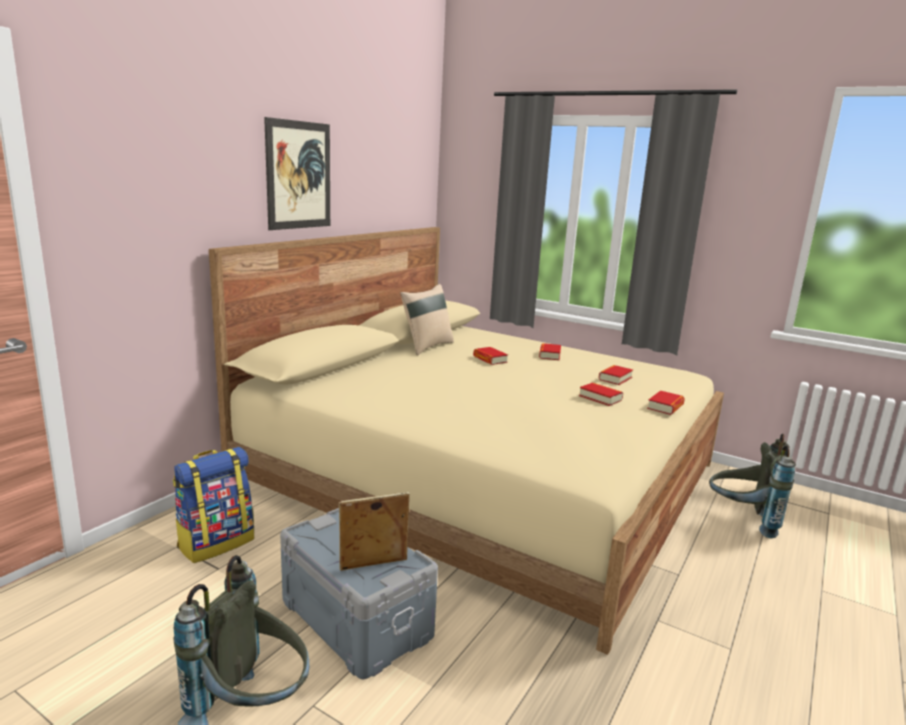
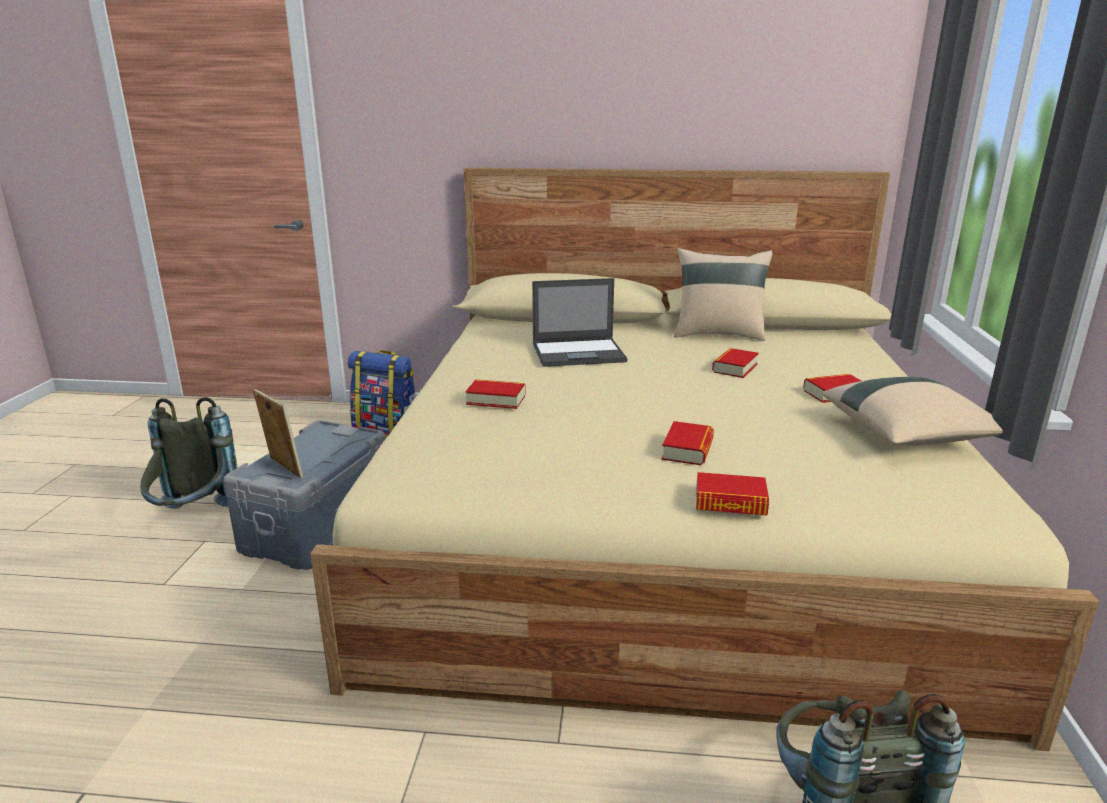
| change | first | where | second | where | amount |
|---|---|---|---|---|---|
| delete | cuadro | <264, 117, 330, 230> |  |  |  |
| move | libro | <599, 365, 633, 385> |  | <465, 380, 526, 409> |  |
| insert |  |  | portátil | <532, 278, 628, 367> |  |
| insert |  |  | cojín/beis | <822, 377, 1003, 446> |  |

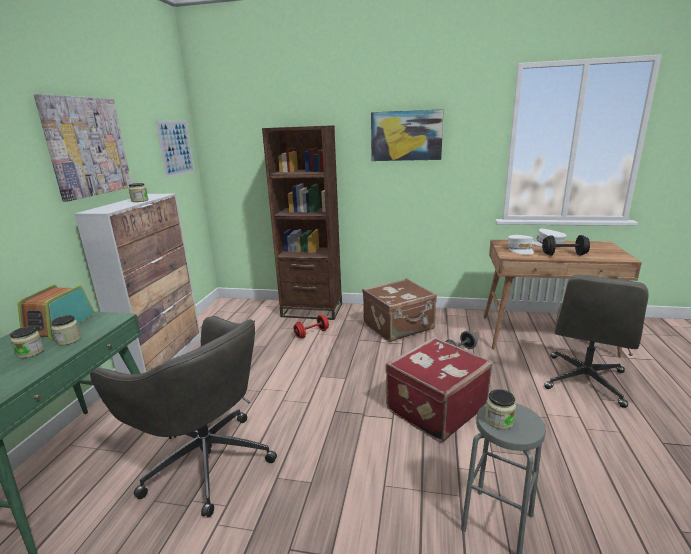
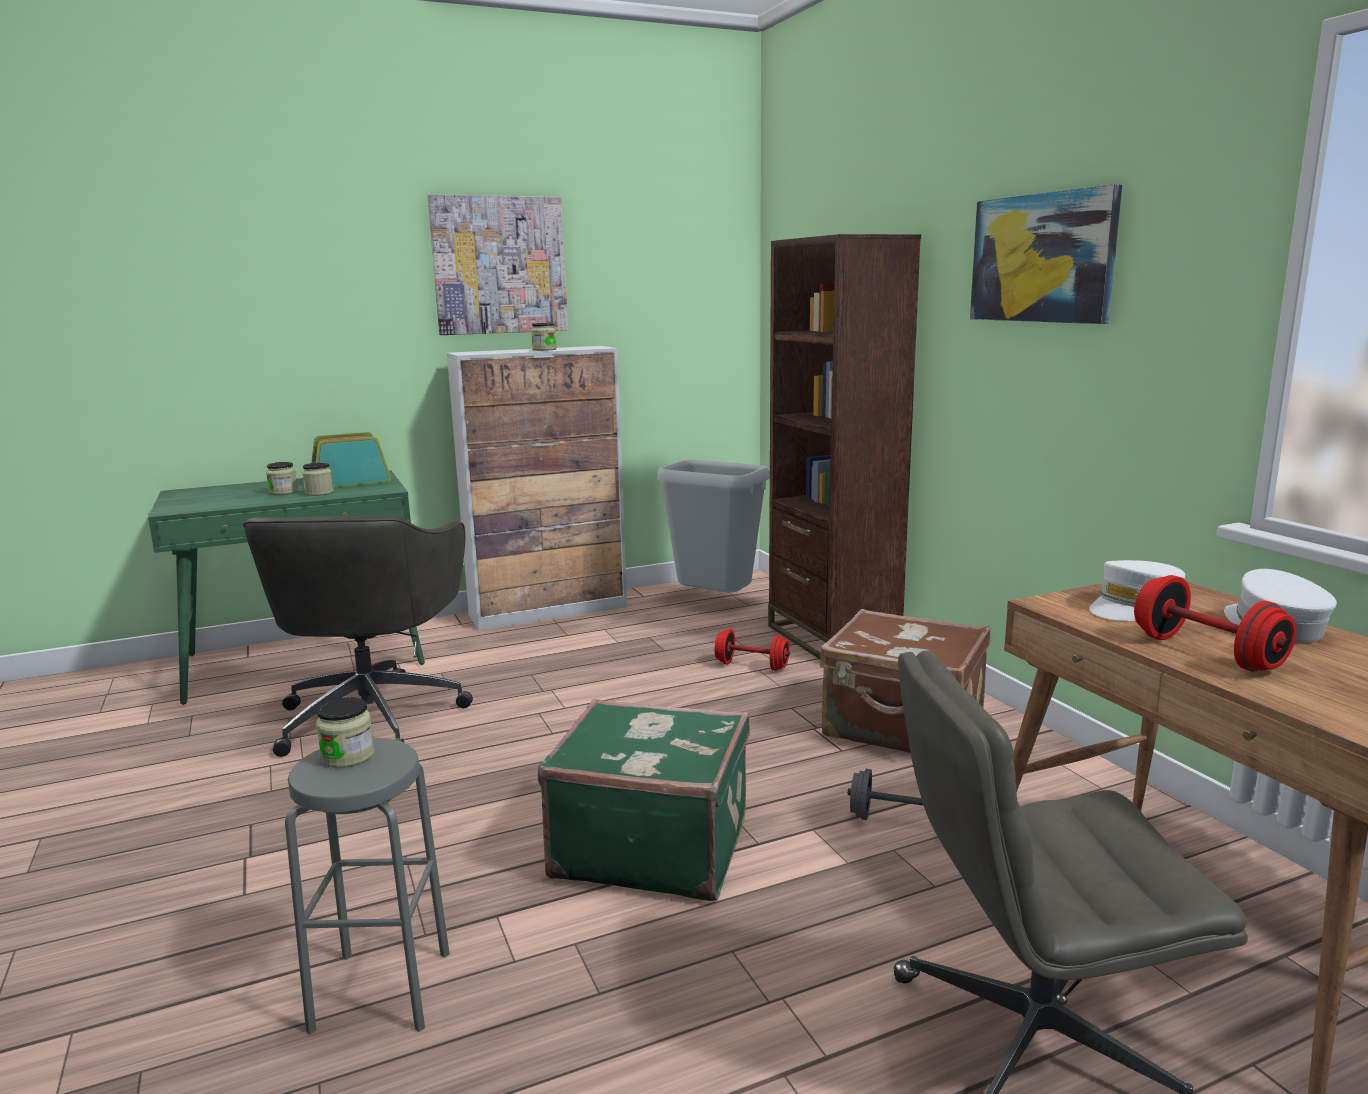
| change | first | where | second | where | amount |
|---|---|---|---|---|---|
| delete | cuadro | <156, 120, 194, 178> |  |  |  |
| recolor | mancuerna/negro | <542, 235, 590, 255> | mancuerna/rojo | <1134, 575, 1296, 672> |  |
| recolor | maleta/rojo | <385, 337, 493, 443> | maleta/verde | <538, 699, 750, 901> |  |
| insert |  |  | papelera/gris | <657, 460, 770, 593> |  |

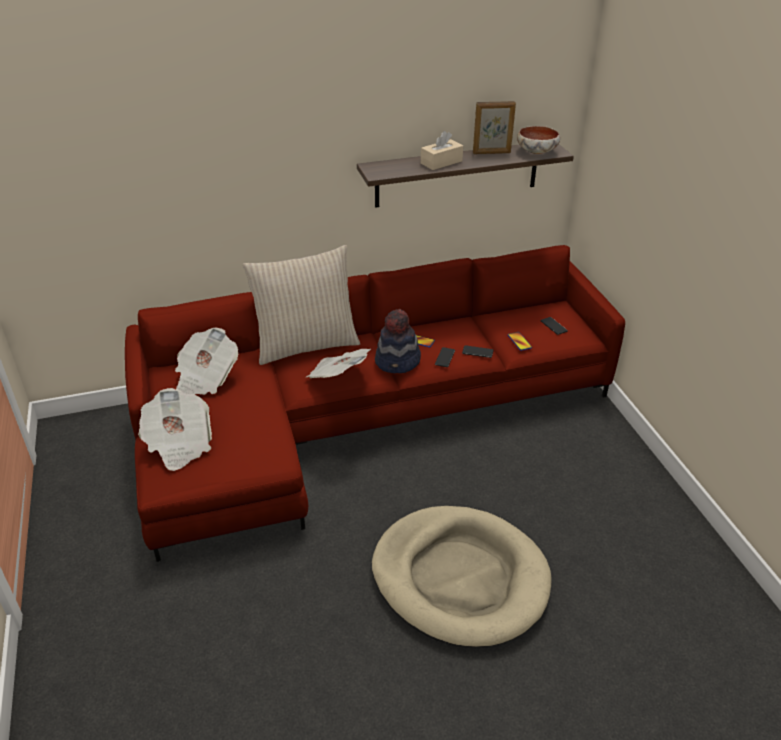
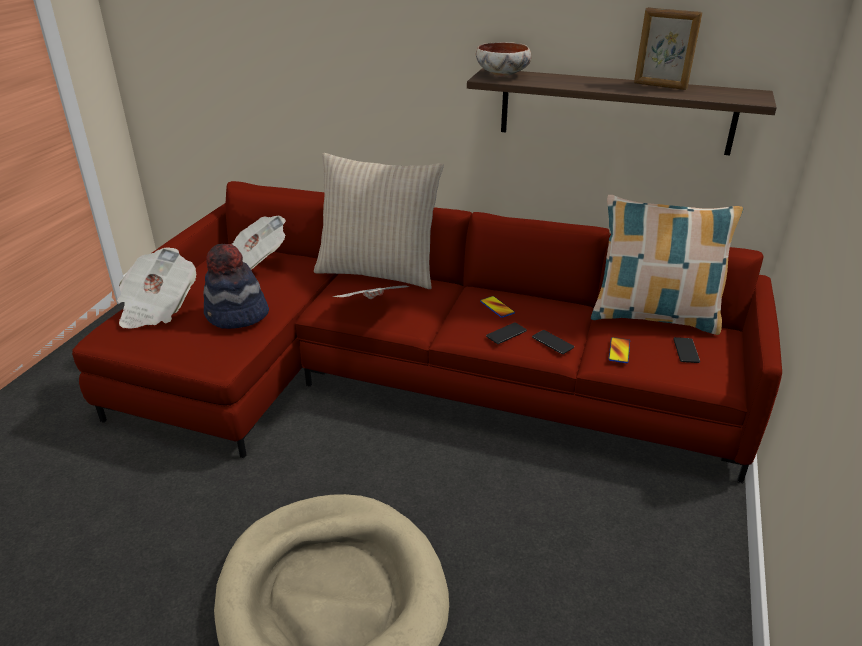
| change | first | where | second | where | amount |
|---|---|---|---|---|---|
| move | cuenco | <517, 126, 560, 154> |  | <476, 42, 532, 77> |  |
| delete | caja de pañuelos/beis | <421, 131, 463, 170> |  |  |  |
| move | sombrero | <375, 309, 421, 373> |  | <203, 244, 269, 329> |  |
| insert |  |  | cojín | <591, 195, 743, 335> |  |

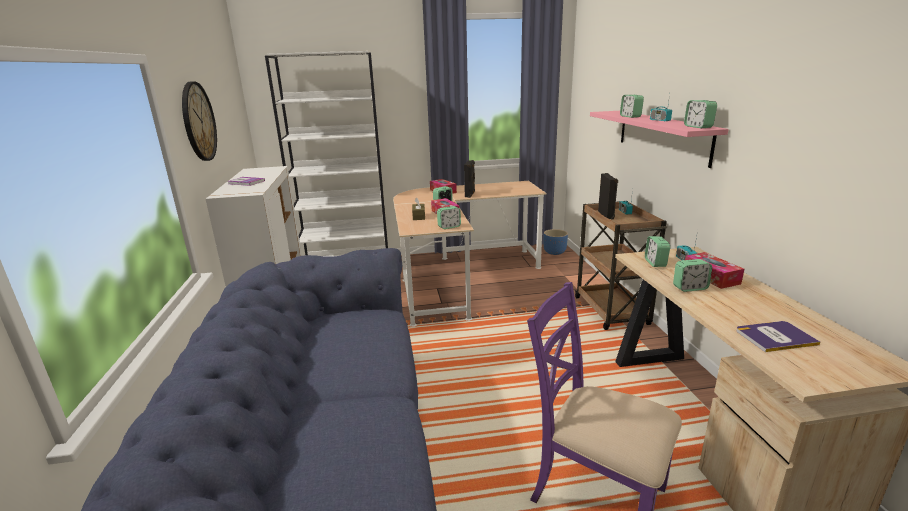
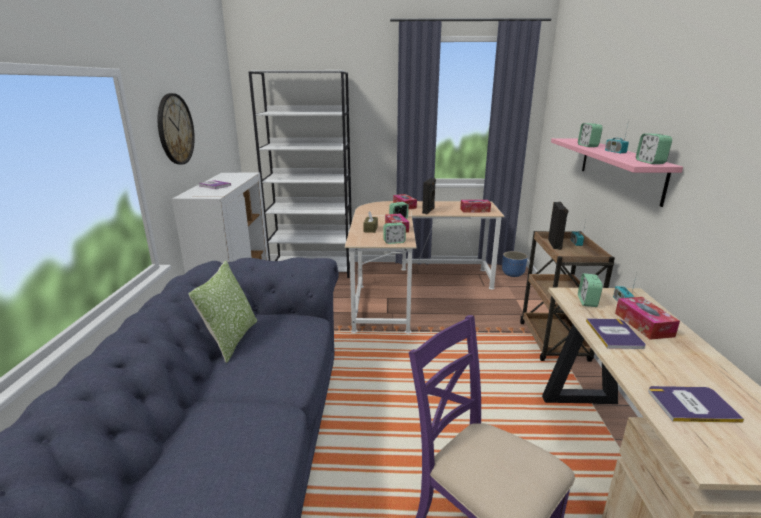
| change | first | where | second | where | amount |
|---|---|---|---|---|---|
| replace | despertador | <673, 259, 712, 292> | libro | <586, 318, 646, 349> |  |
| insert |  |  | caja de pañuelos | <460, 200, 491, 213> |  |
| insert |  |  | cojín | <189, 261, 257, 363> |  |

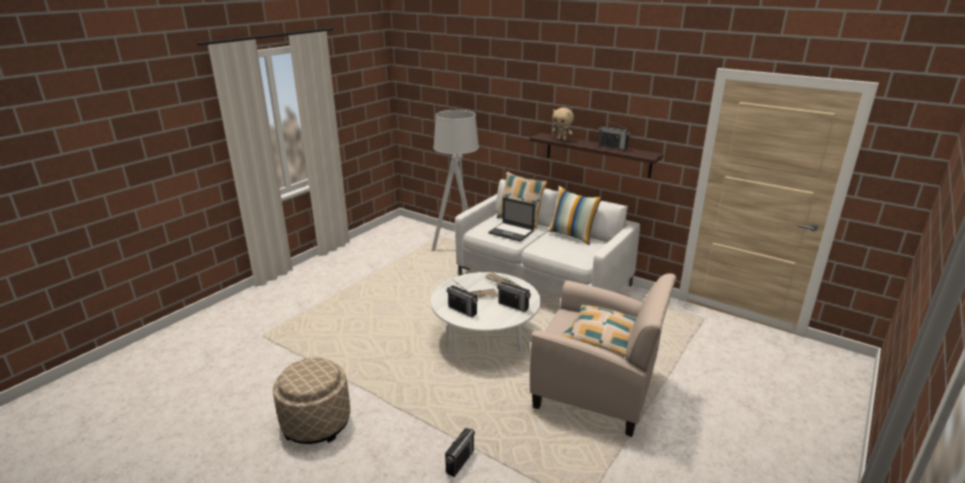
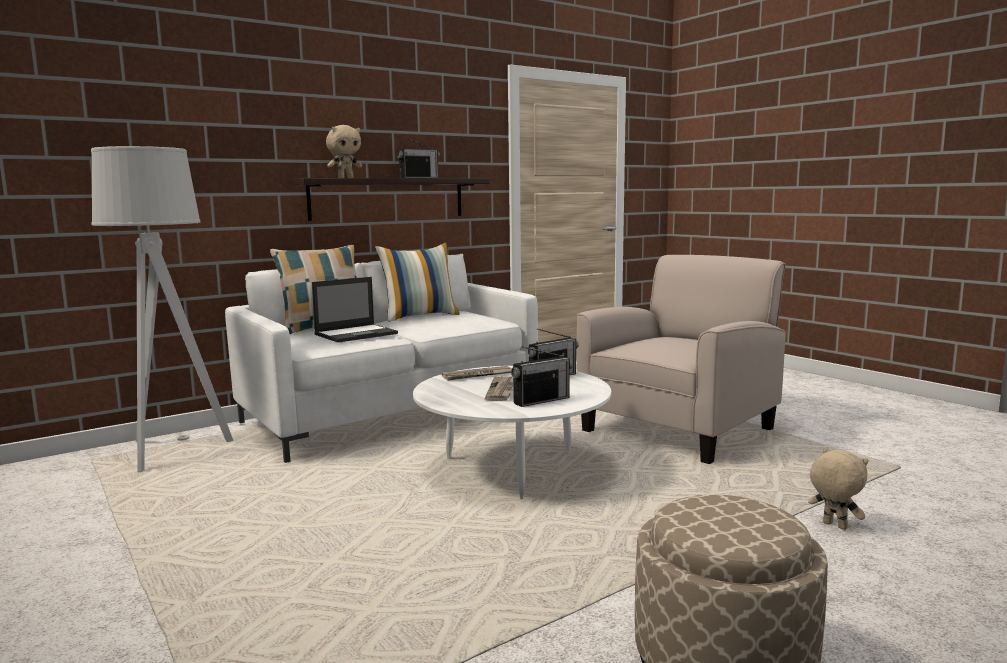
| change | first | where | second | where | amount |
|---|---|---|---|---|---|
| delete | cojín | <561, 304, 637, 356> |  |  |  |
| replace | radio | <445, 428, 475, 477> | peluche/beis | <808, 448, 869, 530> |  |

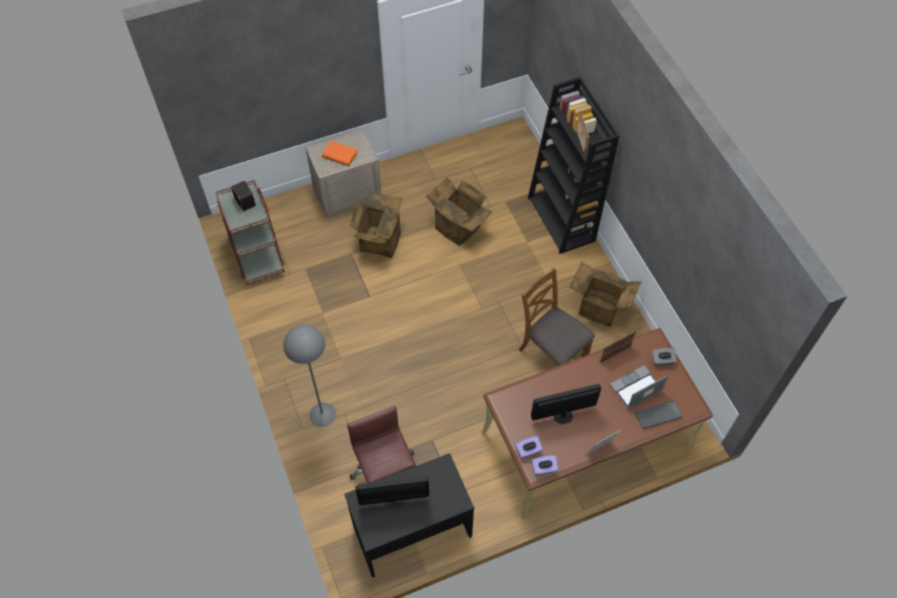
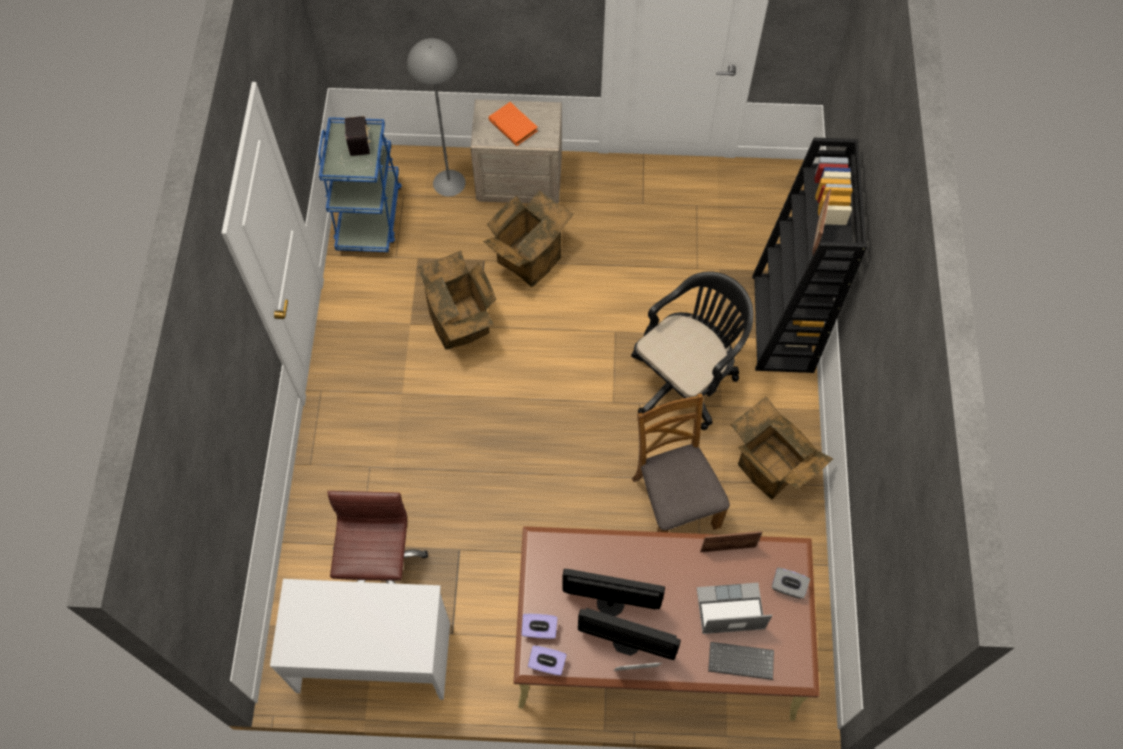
| change | first | where | second | where | amount |
|---|---|---|---|---|---|
| move | caja de cartón | <426, 177, 492, 246> |  | <417, 251, 496, 350> |  |
| recolor | carrito/marrón | <215, 180, 285, 284> | carrito/azul | <318, 117, 402, 252> |  |
| move | lámpara de pie/gris | <283, 325, 336, 427> |  | <407, 38, 466, 197> |  |
| recolor | escritorio/negro | <344, 453, 474, 578> | escritorio/blanco | <270, 579, 450, 700> |  |
| move | monitor | <355, 476, 429, 508> |  | <578, 608, 681, 660> |  |
| insert |  |  | silla de oficina/negro | <631, 271, 754, 430> |  |

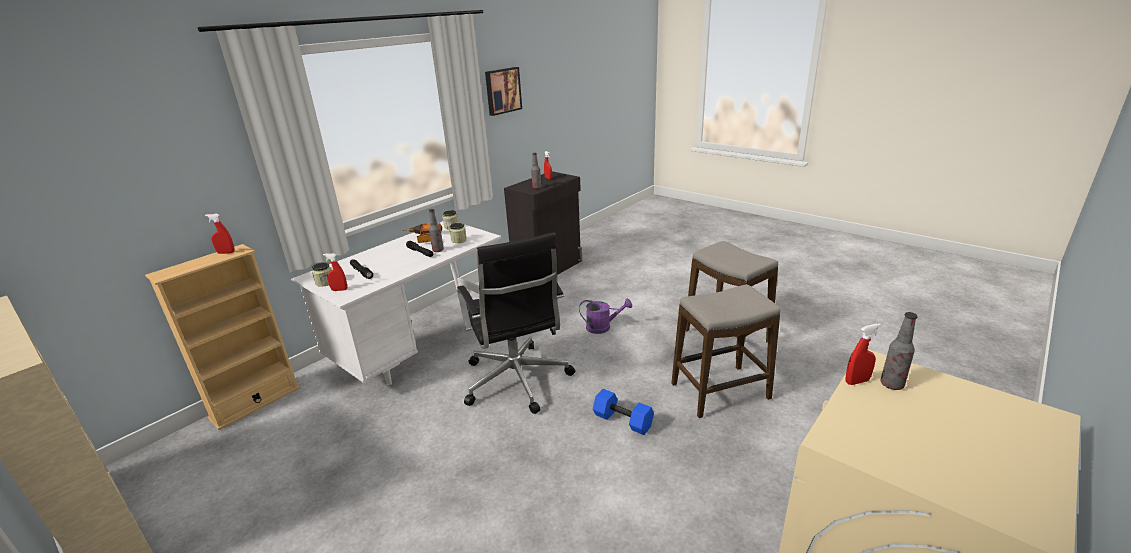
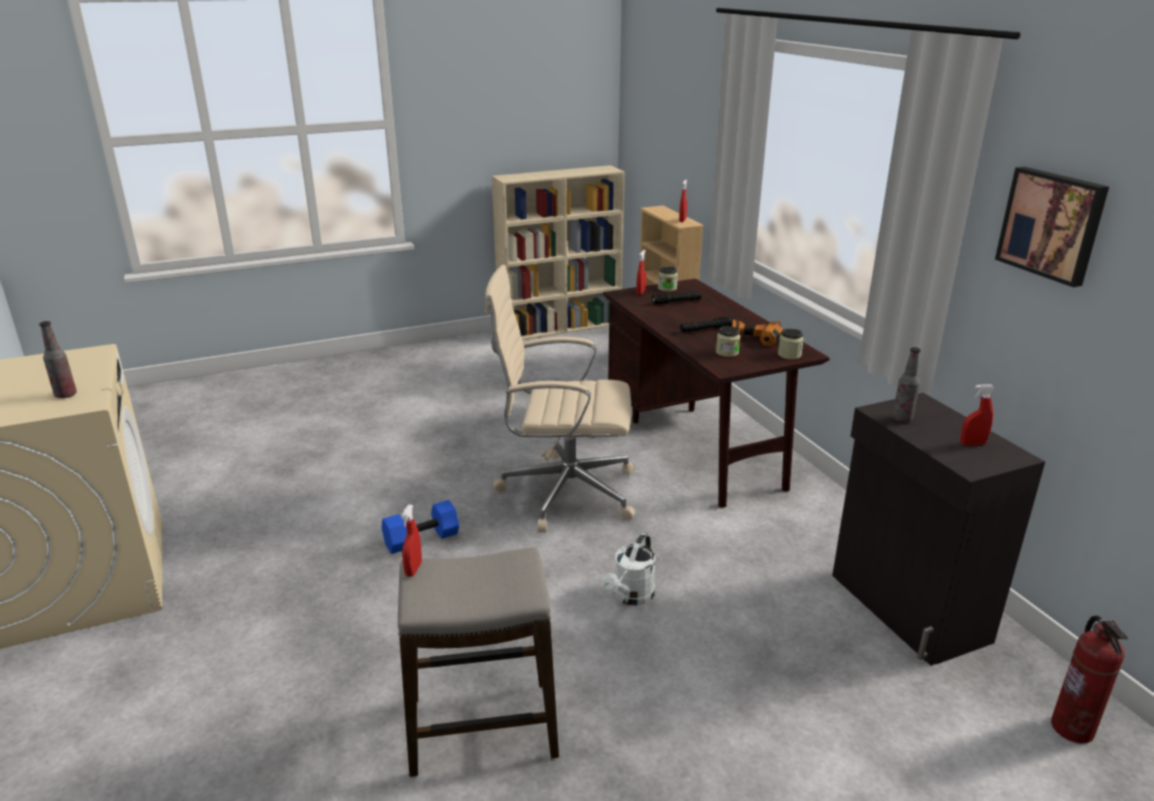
| change | first | where | second | where | amount |
|---|---|---|---|---|---|
| delete | botella | <429, 209, 444, 252> |  |  |  |
| recolor | escritorio/blanco | <291, 221, 501, 385> | escritorio/marrón | <603, 278, 830, 508> |  |
| recolor | silla de oficina/negro | <457, 232, 575, 414> | silla de oficina/beis | <485, 265, 635, 533> |  |
| delete | taburete | <671, 284, 780, 418> |  |  |  |
| recolor | regadera/morado | <579, 299, 632, 334> | regadera/blanco | <601, 533, 655, 605> |  |
| move | pulverizador/rojo | <845, 323, 881, 385> |  | <401, 504, 422, 577> |  |
| insert |  |  | extintor | <1051, 615, 1128, 743> |  |

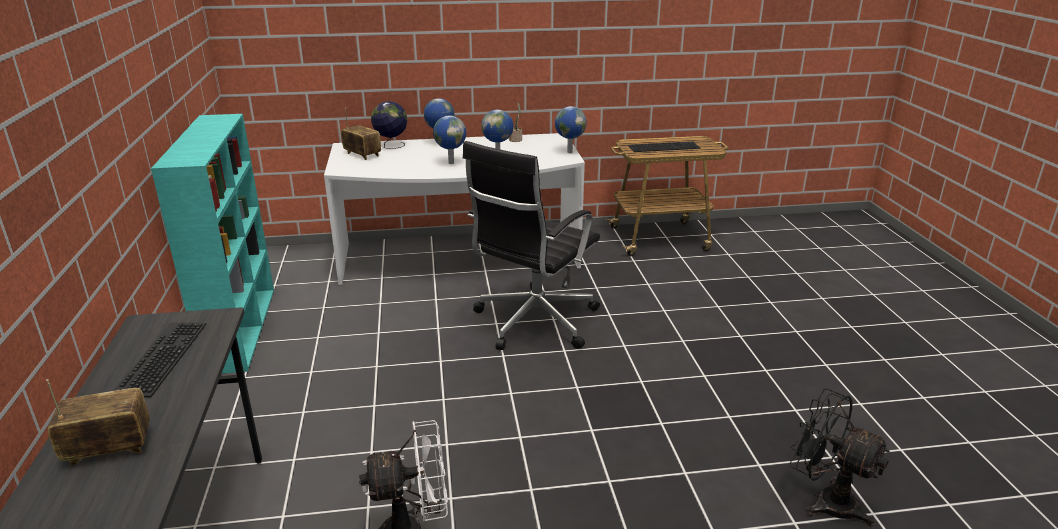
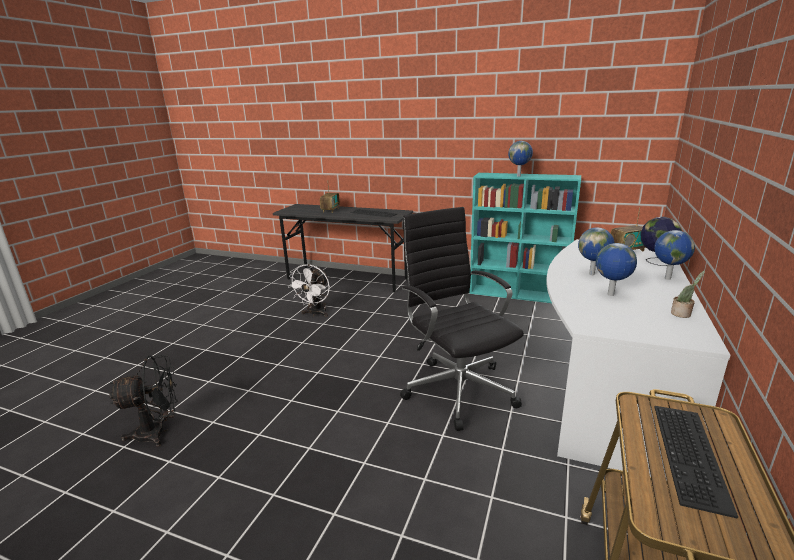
| change | first | where | second | where | amount |
|---|---|---|---|---|---|
| move | globo terráqueo | <555, 106, 587, 153> |  | <508, 141, 533, 177> |  |

